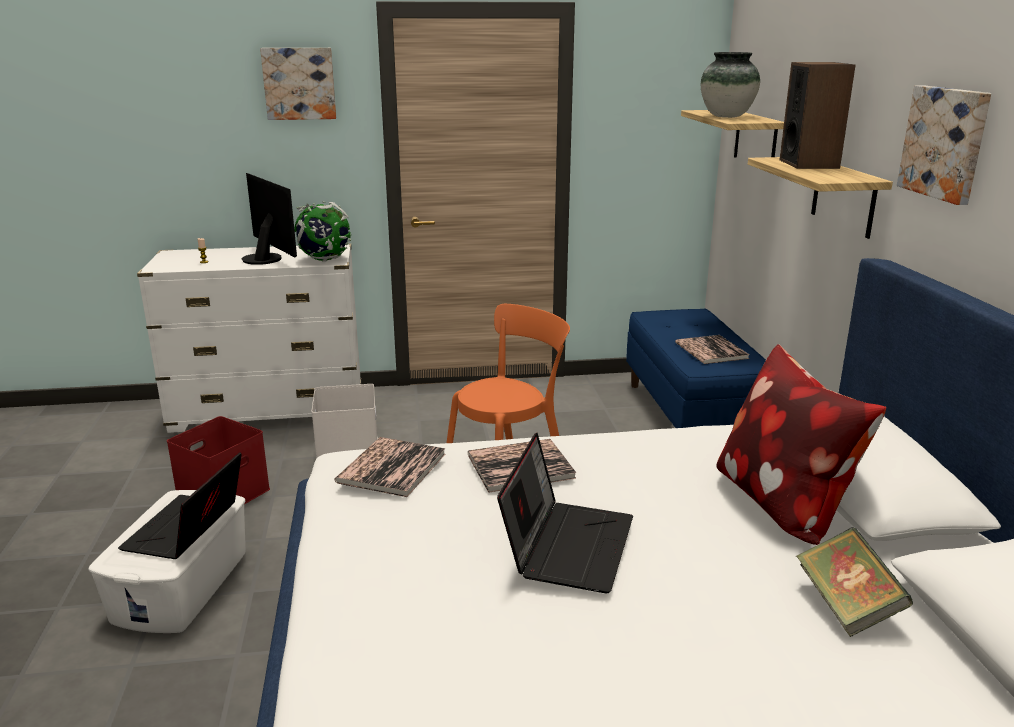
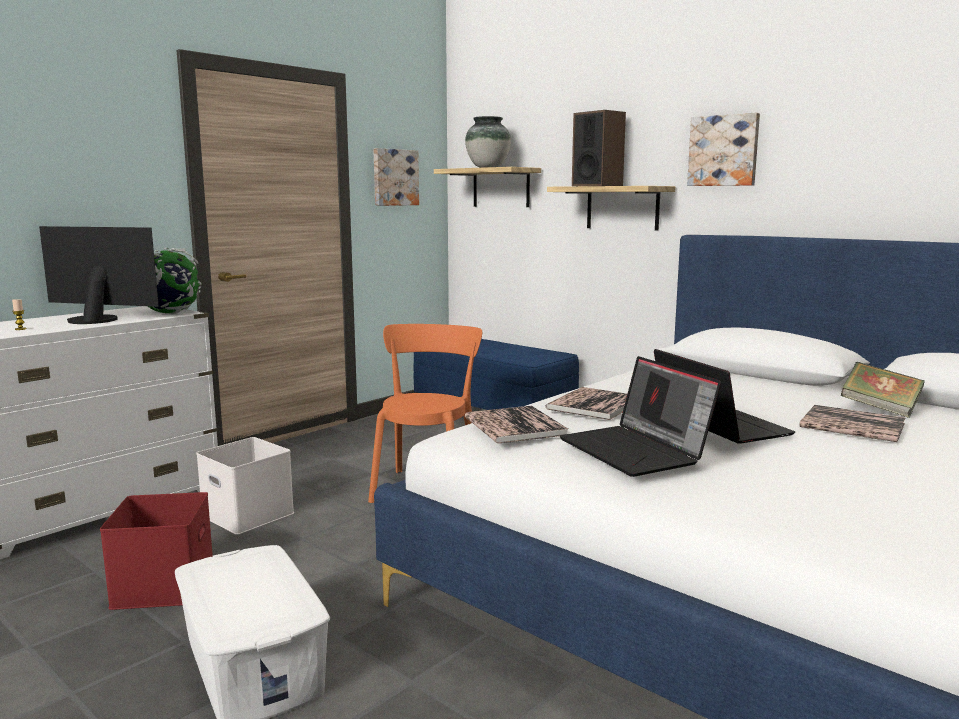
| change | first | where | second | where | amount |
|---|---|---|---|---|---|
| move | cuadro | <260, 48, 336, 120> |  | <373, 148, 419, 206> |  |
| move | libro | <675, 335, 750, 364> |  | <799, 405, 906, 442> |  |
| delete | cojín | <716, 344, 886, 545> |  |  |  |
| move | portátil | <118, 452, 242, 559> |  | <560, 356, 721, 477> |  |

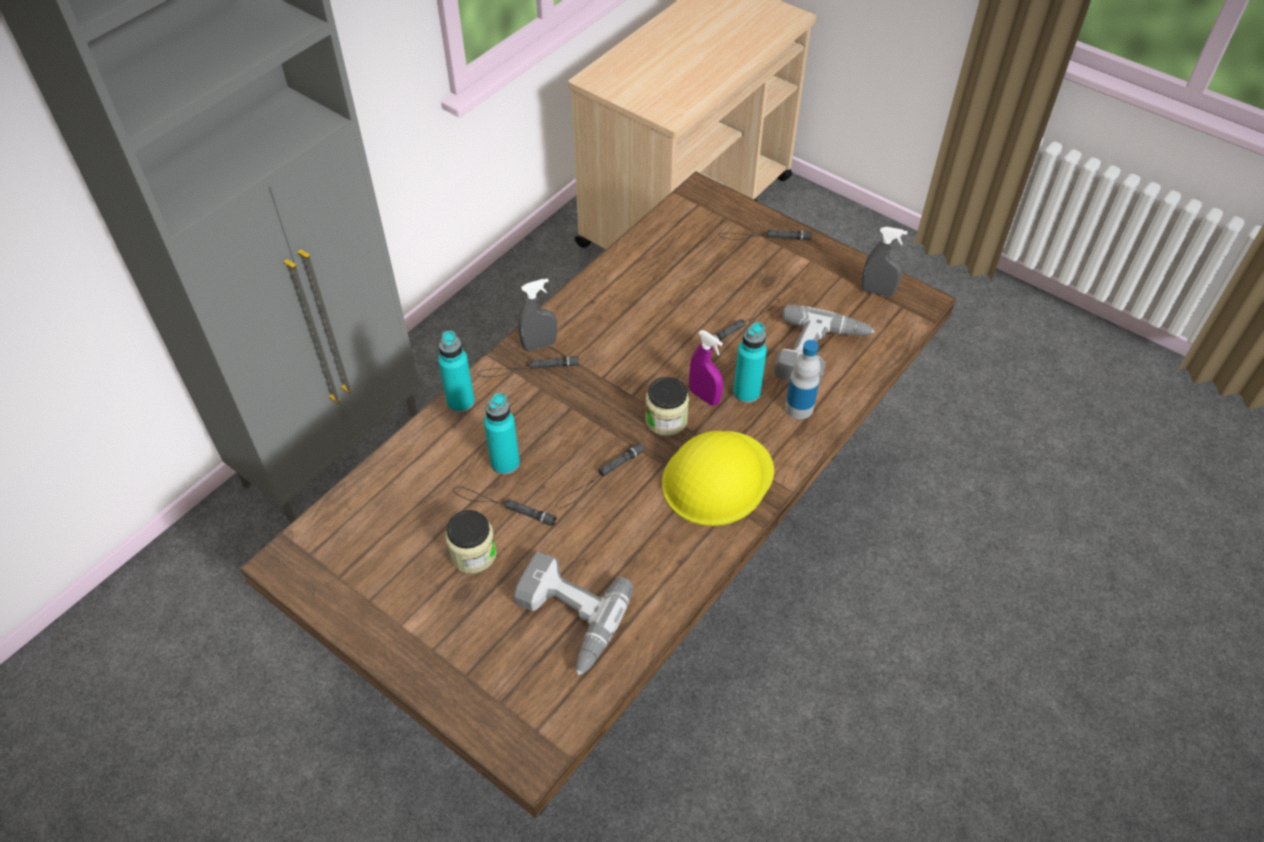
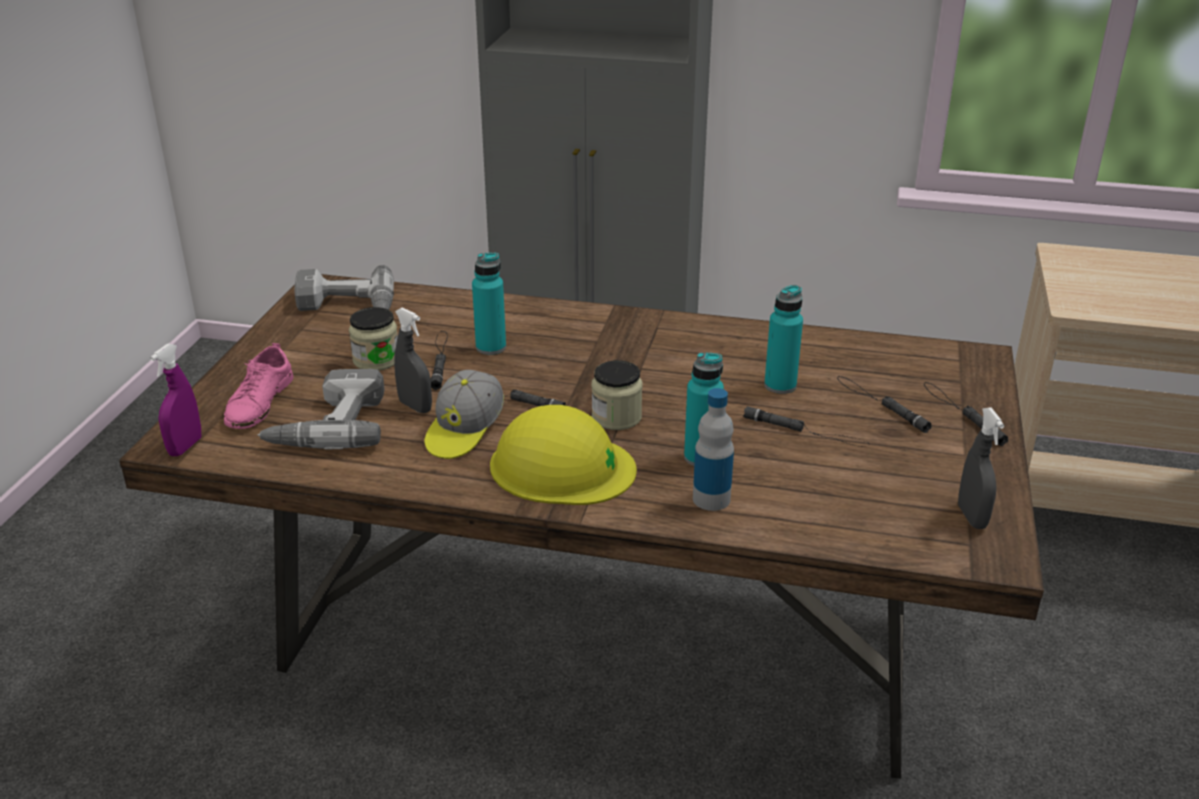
| change | first | where | second | where | amount |
|---|---|---|---|---|---|
| move | pulverizador/gris | <518, 278, 557, 351> |  | <394, 307, 432, 413> |  |
| move | taladro | <774, 305, 875, 384> |  | <294, 265, 394, 311> |  |
| move | pulverizador/morado | <689, 330, 723, 406> |  | <150, 343, 201, 456> |  |
| move | botella/turquesa | <438, 331, 475, 413> |  | <764, 285, 803, 394> |  |
| move | linterna/negro | <477, 356, 579, 377> |  | <837, 376, 932, 433> |  |
| insert |  |  | zapato/rosa | <224, 343, 294, 429> |  |
| insert |  |  | gorra | <425, 370, 504, 459> |  |

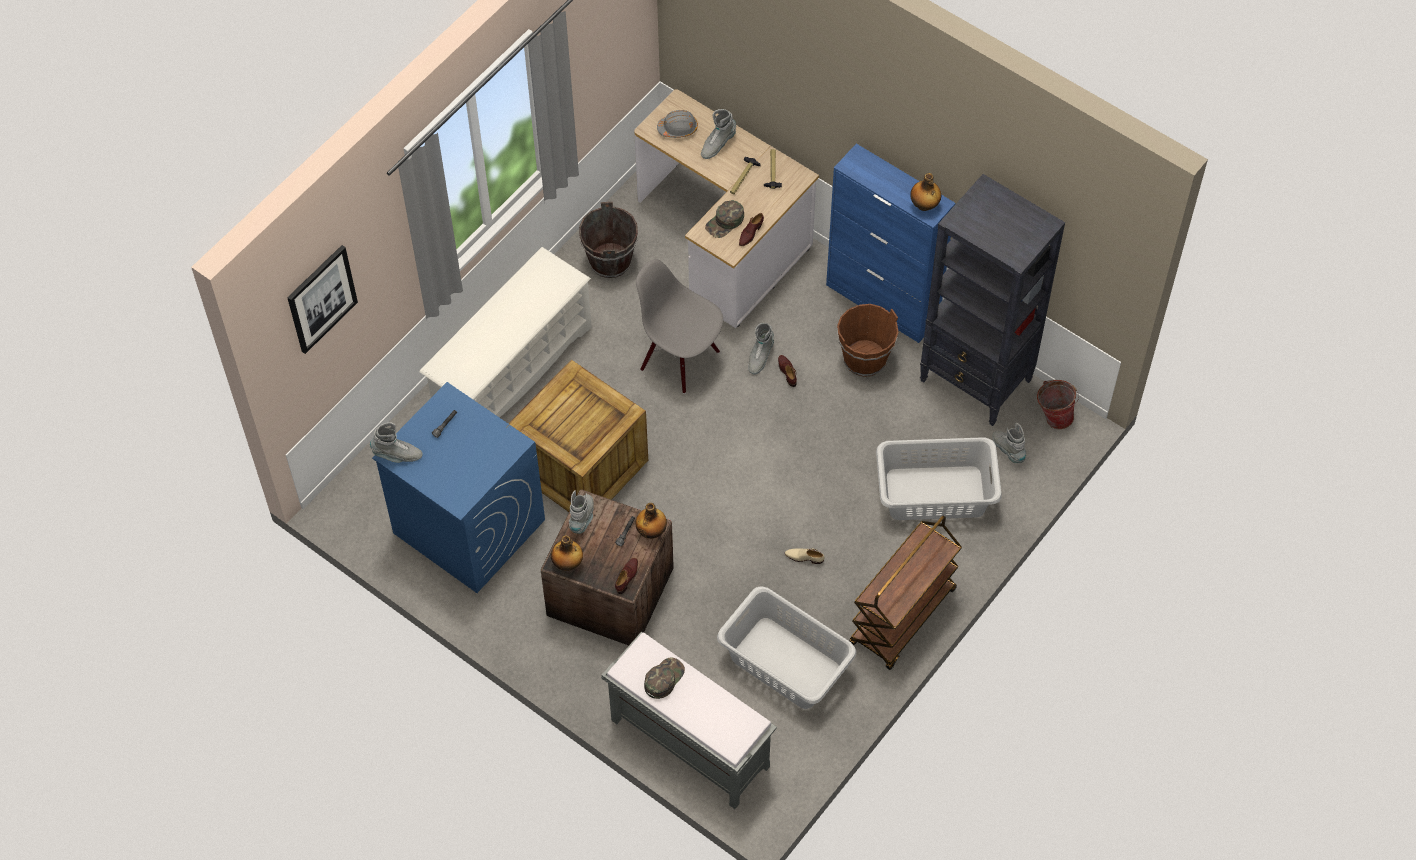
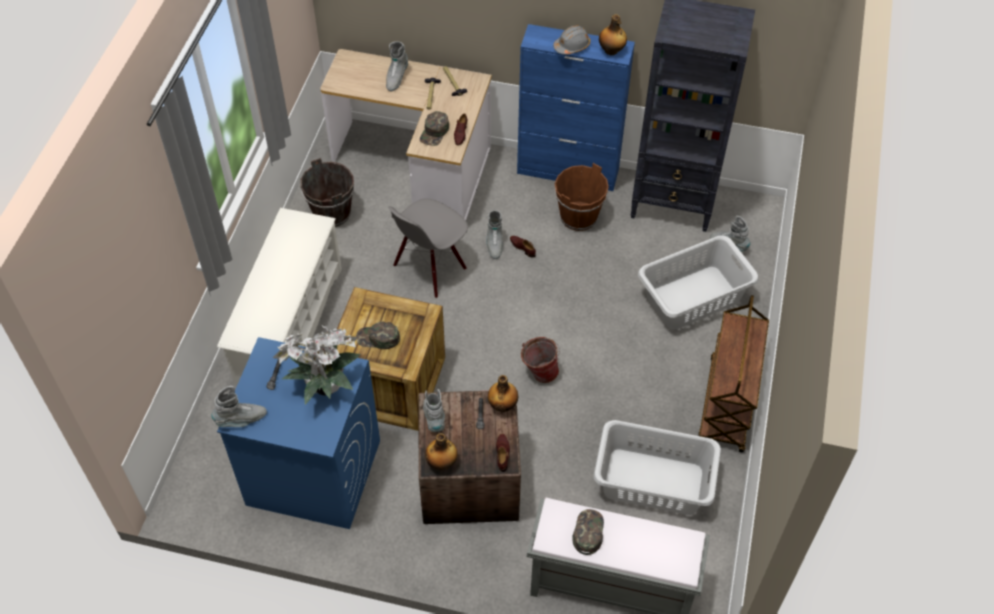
| change | first | where | second | where | amount |
|---|---|---|---|---|---|
| move | casco/gris | <657, 110, 698, 138> |  | <553, 25, 590, 55> |  |
| delete | cuadro | <287, 245, 358, 354> |  |  |  |
| rotate | silla/gris | <636, 259, 723, 394> |  | <388, 199, 468, 298> | 60 degrees counterclockwise |
| move | cubo | <1037, 380, 1079, 429> |  | <521, 337, 560, 383> |  |
| delete | zapato/beis | <785, 548, 825, 564> |  |  |  |
| insert |  |  | gorra/verde | <356, 322, 400, 349> |  |
| insert |  |  | planta en maceta | <273, 325, 361, 405> |  |

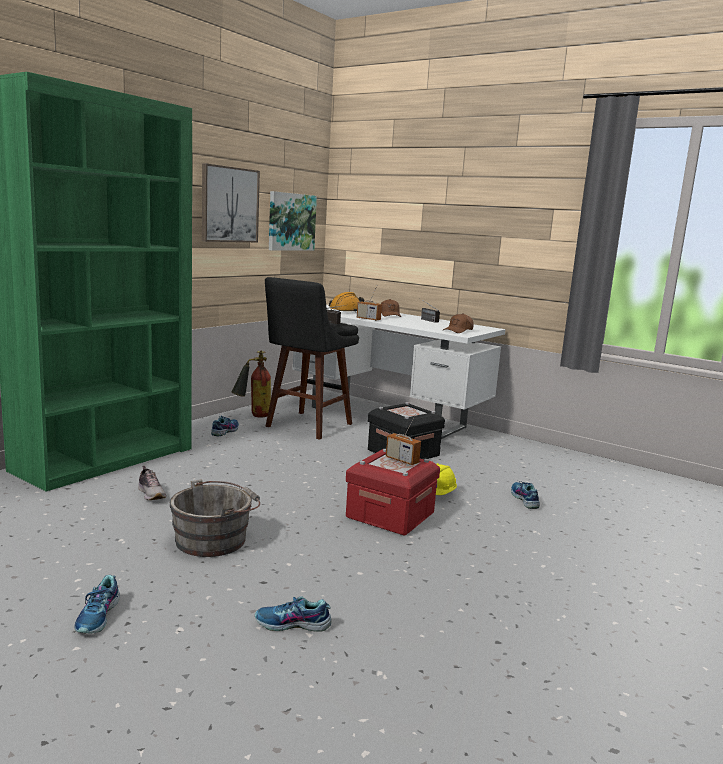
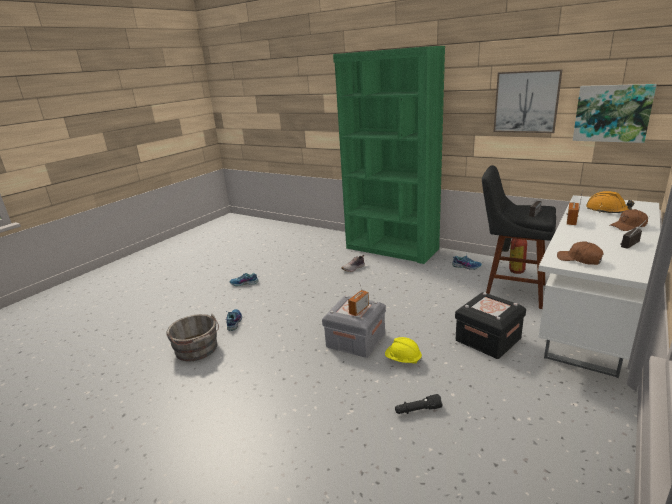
| change | first | where | second | where | amount |
|---|---|---|---|---|---|
| recolor | caja de almacenaje/rojo | <346, 449, 440, 536> | caja de almacenaje/gris | <322, 295, 386, 358> |  |
| move | cubo/gris | <170, 479, 260, 557> |  | <166, 314, 219, 361> |  |
| replace | zapato | <511, 481, 540, 509> | linterna/negro | <395, 394, 443, 414> |  |

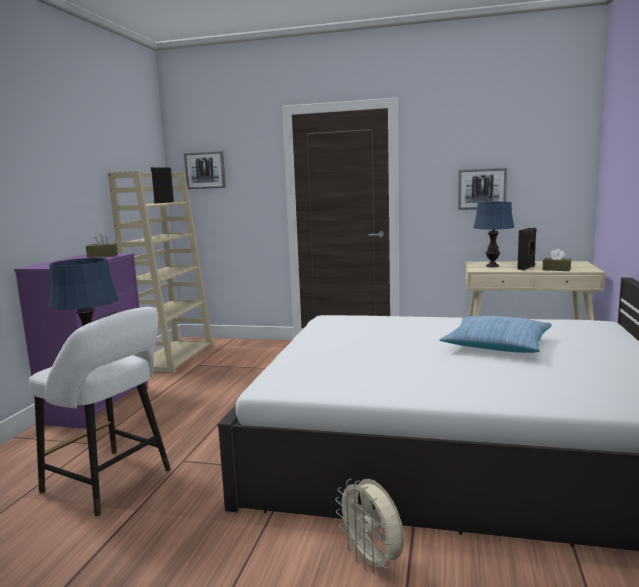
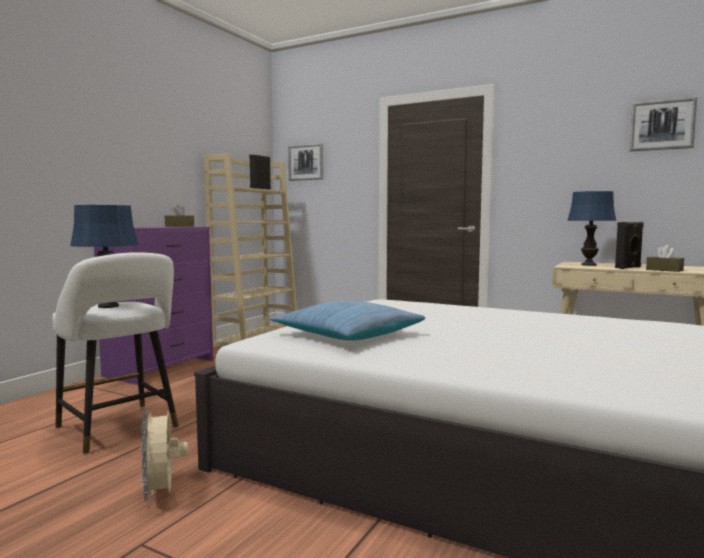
| change | first | where | second | where | amount |
|---|---|---|---|---|---|
| move | cuadro | <458, 168, 507, 210> |  | <629, 97, 697, 151> |  |
| move | cojín | <439, 316, 552, 353> |  | <270, 301, 426, 341> |  |
| move | ventilador/beis | <335, 479, 404, 574> |  | <140, 407, 188, 502> |  |

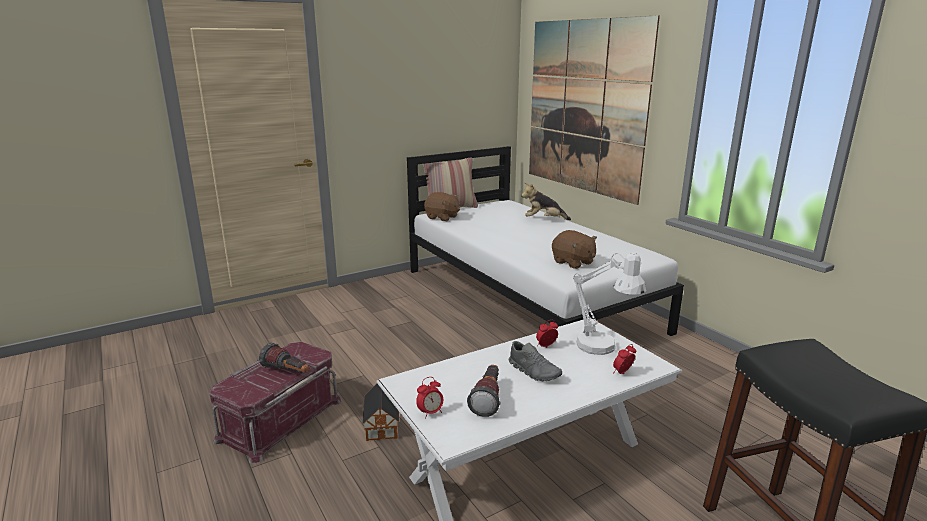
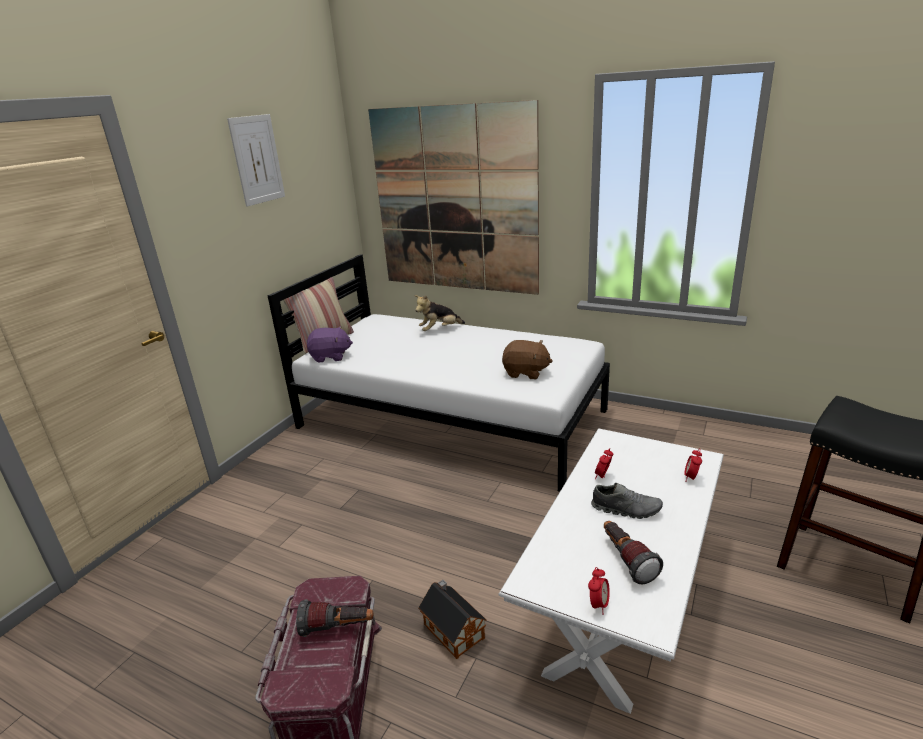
| change | first | where | second | where | amount |
|---|---|---|---|---|---|
| recolor | peluche/marrón | <424, 192, 460, 221> | peluche/morado | <307, 326, 353, 363> |  |
| delete | lámpara de mesa/blanco | <573, 253, 646, 355> |  |  |  |
| insert |  |  | cuadro | <227, 114, 285, 207> |  |

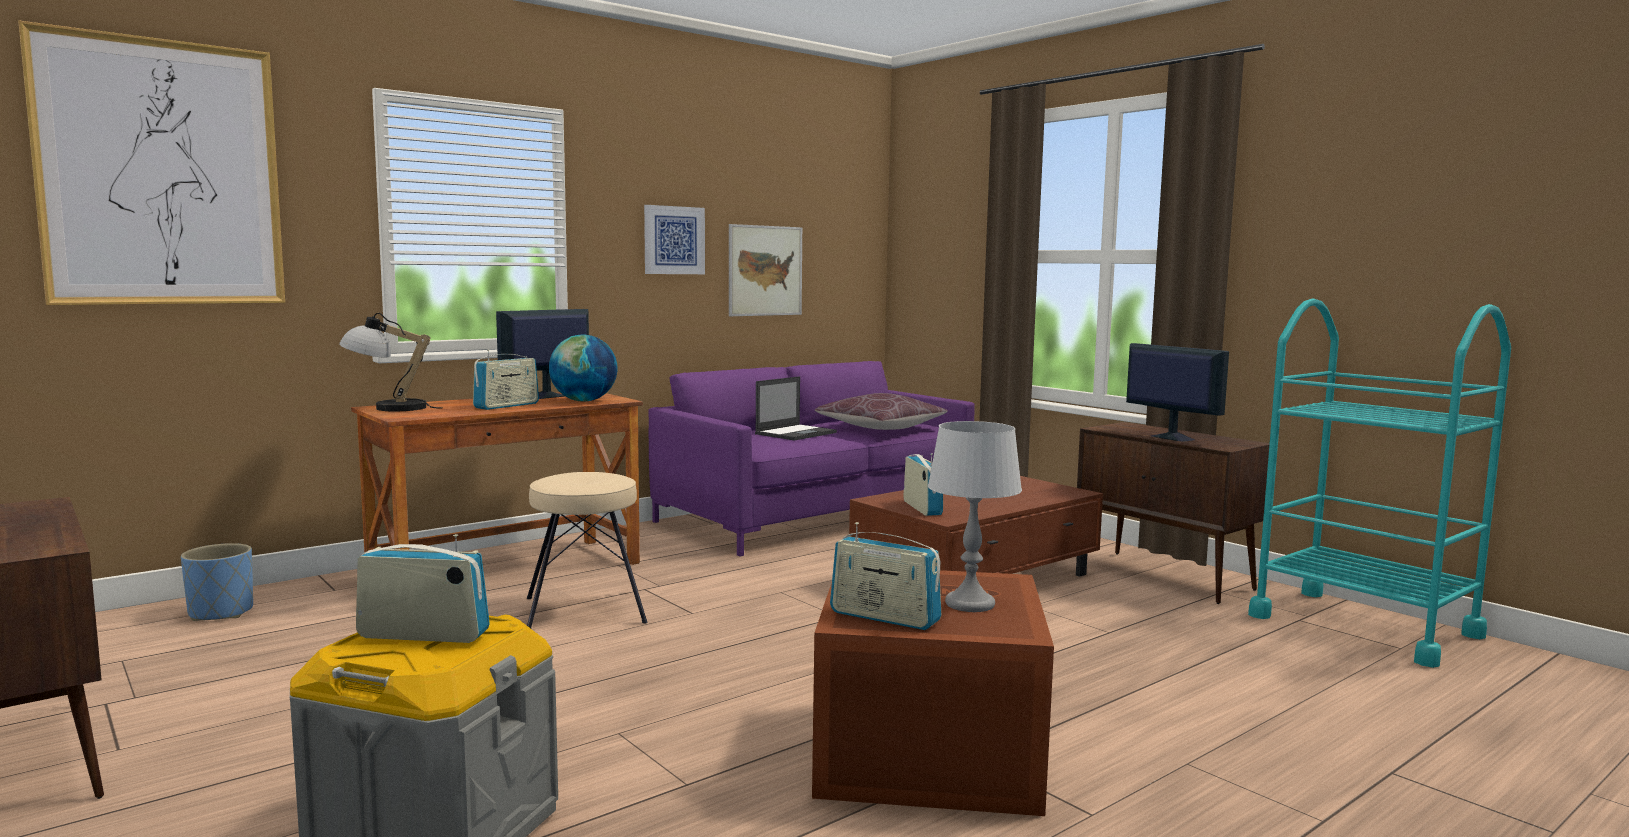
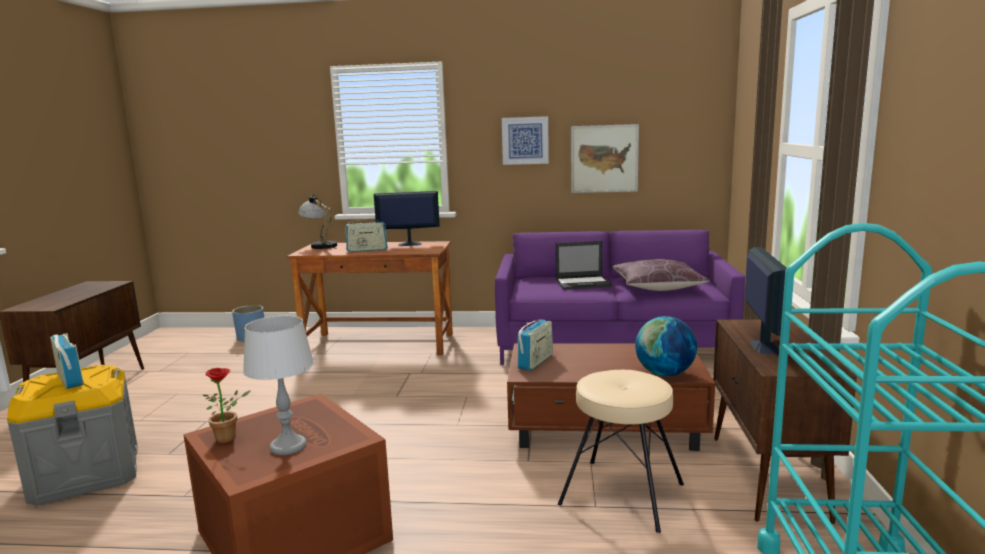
| change | first | where | second | where | amount |
|---|---|---|---|---|---|
| delete | cuadro | <18, 21, 285, 305> |  |  |  |
| move | globo terráqueo | <549, 335, 617, 402> |  | <635, 316, 697, 376> |  |
| move | taburete/beis | <527, 472, 647, 628> |  | <558, 370, 684, 533> |  |
| replace | radio | <830, 522, 941, 630> | planta en maceta | <203, 368, 250, 443> |  |

